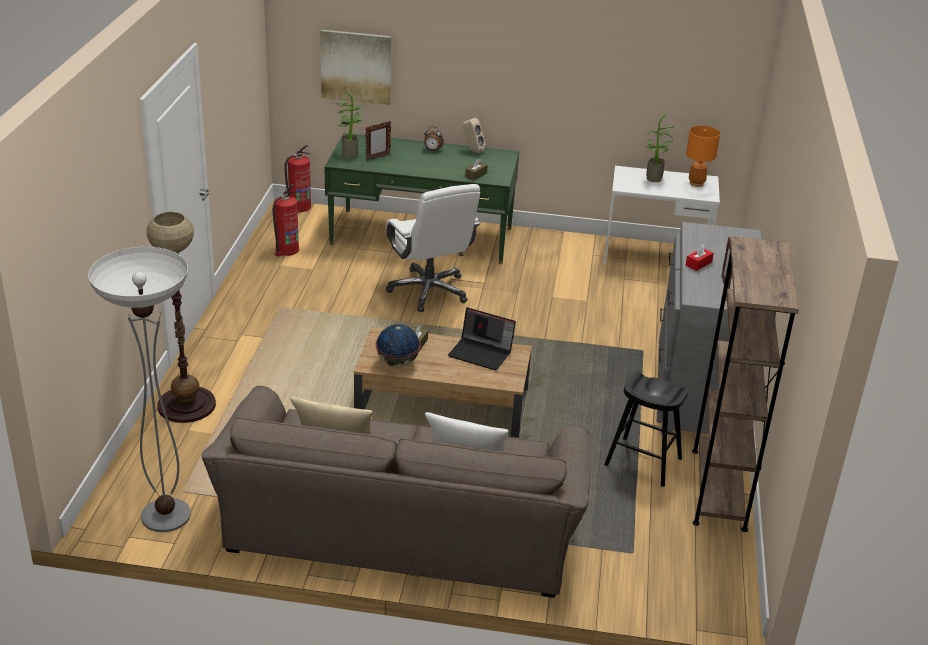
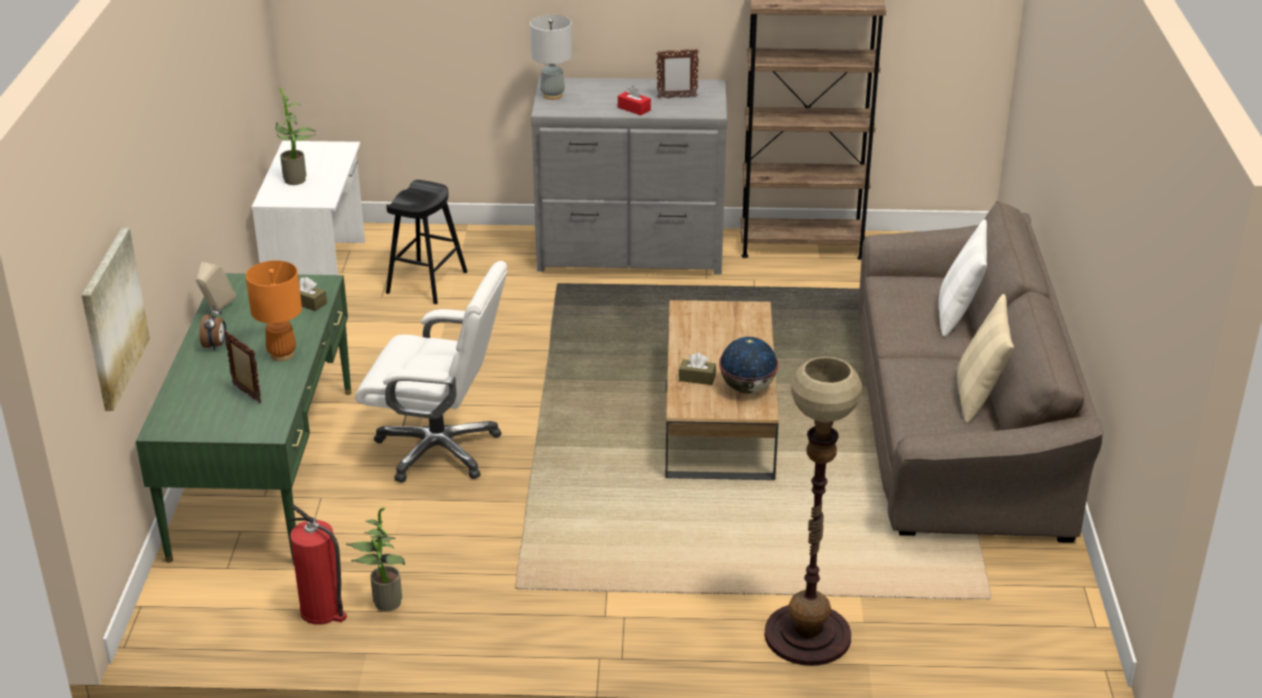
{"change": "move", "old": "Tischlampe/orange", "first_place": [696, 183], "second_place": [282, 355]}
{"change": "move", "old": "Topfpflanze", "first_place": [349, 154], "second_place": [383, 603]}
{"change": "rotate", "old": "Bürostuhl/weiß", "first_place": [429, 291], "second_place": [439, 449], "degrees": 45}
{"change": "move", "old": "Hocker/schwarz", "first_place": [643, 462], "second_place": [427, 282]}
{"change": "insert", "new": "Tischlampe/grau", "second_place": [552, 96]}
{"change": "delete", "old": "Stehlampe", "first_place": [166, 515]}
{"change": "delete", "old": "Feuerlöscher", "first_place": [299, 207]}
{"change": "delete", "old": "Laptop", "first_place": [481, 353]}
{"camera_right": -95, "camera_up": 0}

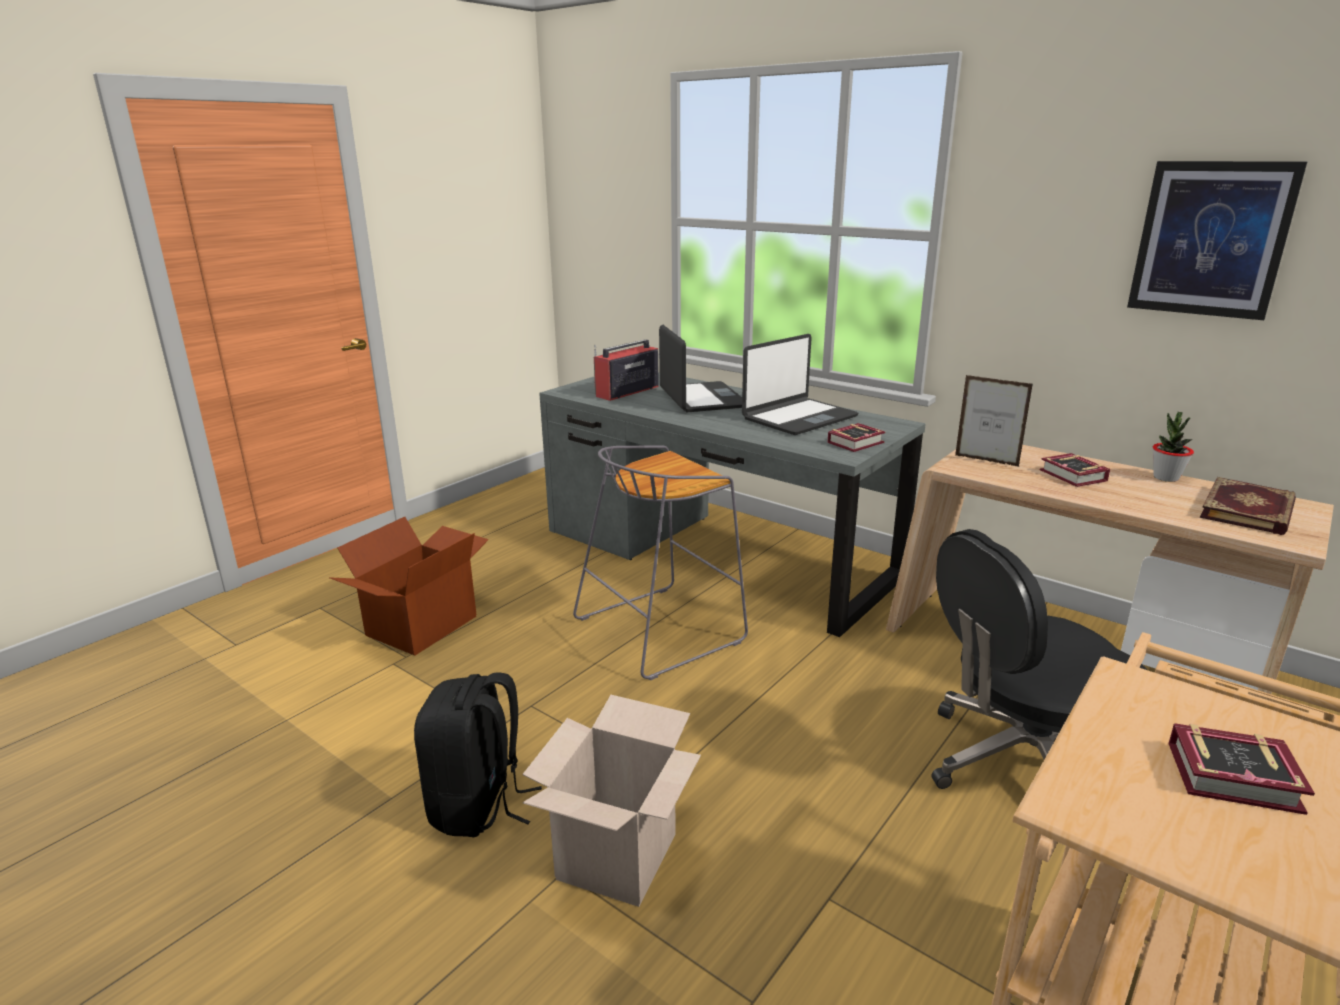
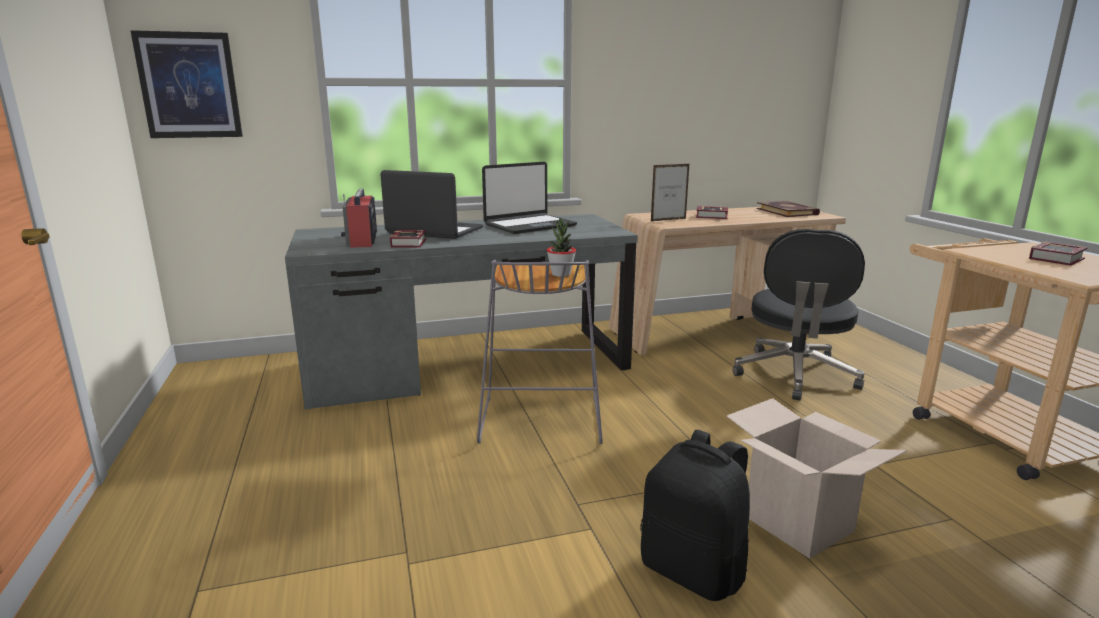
{"change": "move", "old": "Bild", "first_place": [1211, 239], "second_place": [189, 85]}
{"change": "move", "old": "Buch", "first_place": [858, 442], "second_place": [410, 243]}
{"change": "rotate", "old": "Laptop", "first_place": [798, 418], "second_place": [529, 225], "degrees": 60}
{"change": "move", "old": "Topfpflanze", "first_place": [1165, 478], "second_place": [561, 274]}
{"change": "delete", "old": "Karton", "first_place": [420, 625]}
{"camera_right": -55, "camera_up": -5}

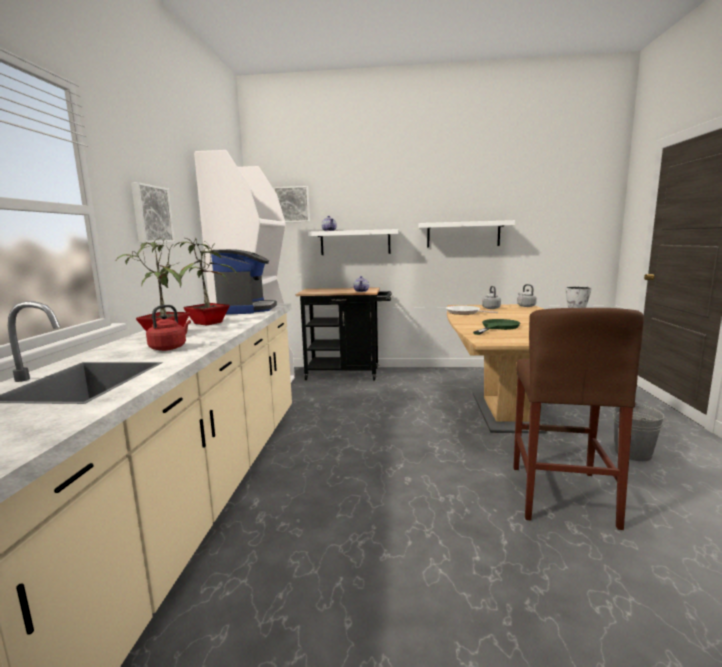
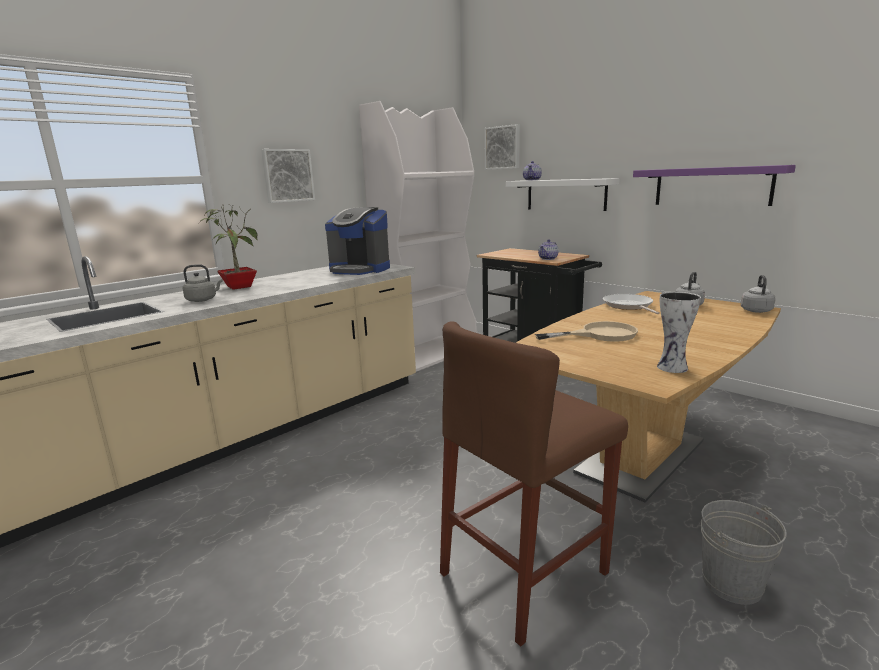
{"change": "recolor", "old": "Wasserkessel/rot", "new": "Wasserkessel/grau", "first_place": [169, 348], "second_place": [203, 300]}
{"change": "rotate", "old": "Kaffeemaschine", "first_place": [246, 309], "second_place": [359, 269], "degrees": 75}
{"change": "recolor", "old": "Pfanne/grün", "new": "Pfanne/beige", "first_place": [497, 327], "second_place": [599, 334]}
{"change": "recolor", "old": "Wandregal/weiß", "new": "Wandregal/lila", "first_place": [463, 234], "second_place": [712, 186]}
{"change": "delete", "old": "Topfpflanze", "first_place": [210, 323]}
{"camera_right": 40, "camera_up": 5}

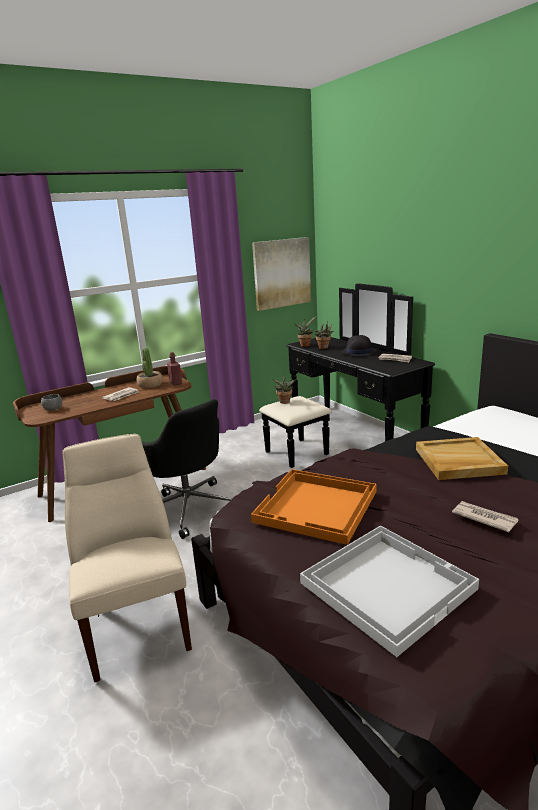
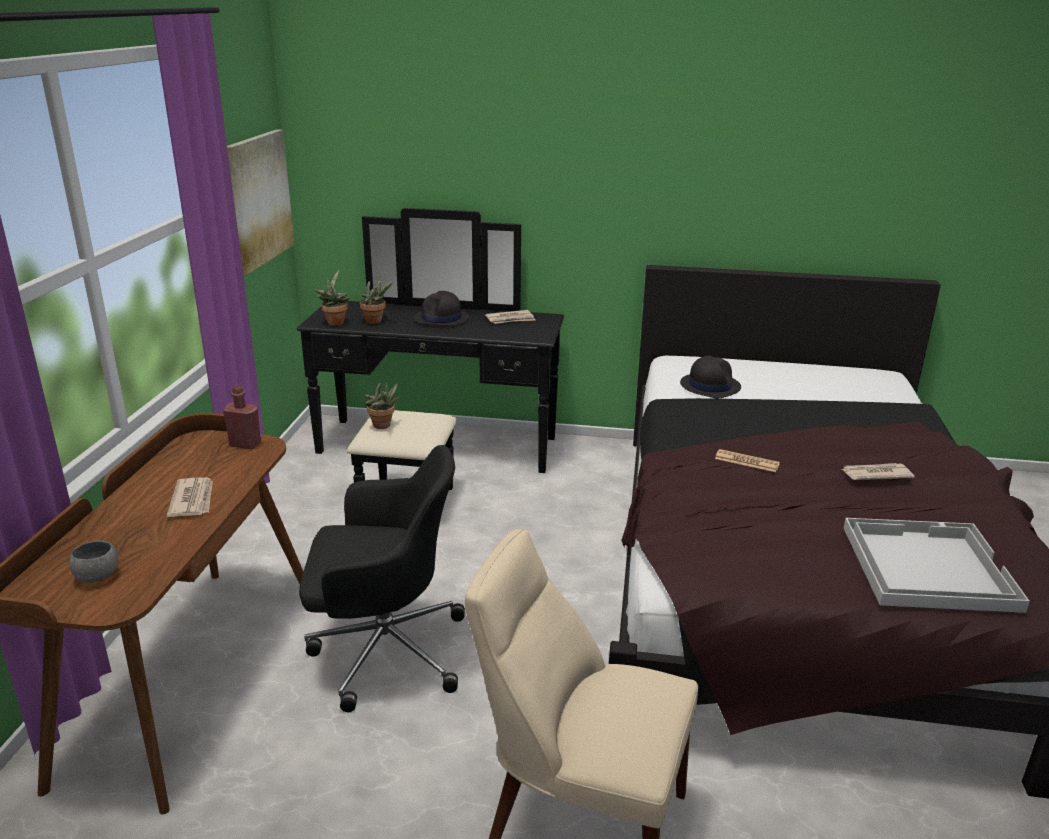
{"change": "insert", "new": "Hut/schwarz", "second_place": [710, 385]}
{"change": "insert", "new": "Zeitung", "second_place": [747, 461]}
{"change": "delete", "old": "Topfpflanze", "first_place": [150, 384]}
{"change": "delete", "old": "Tablett/orange", "first_place": [316, 507]}
{"change": "delete", "old": "Tablett/beige", "first_place": [458, 461]}
{"camera_right": -50, "camera_up": 5}

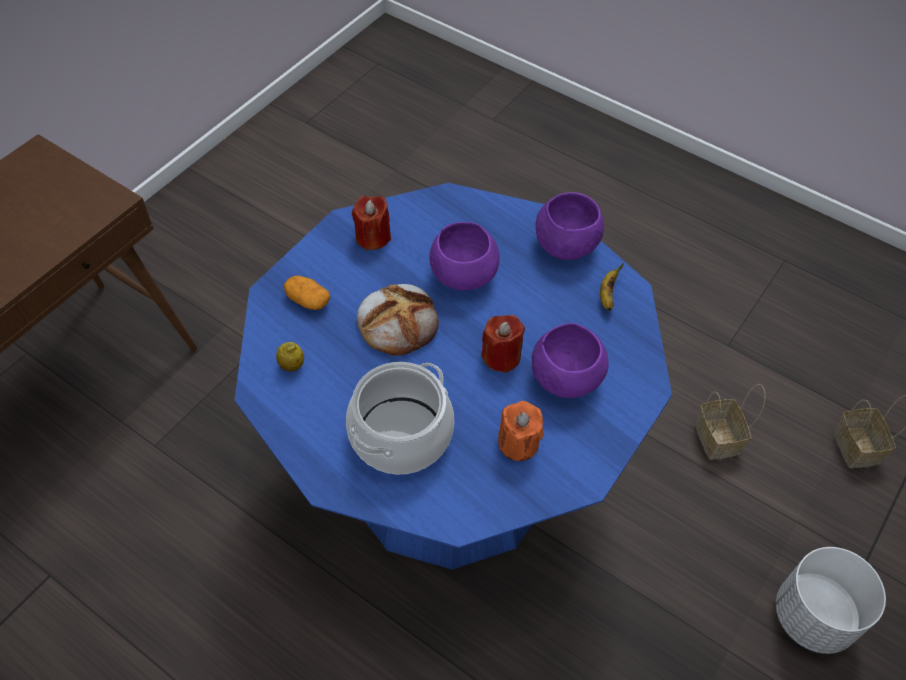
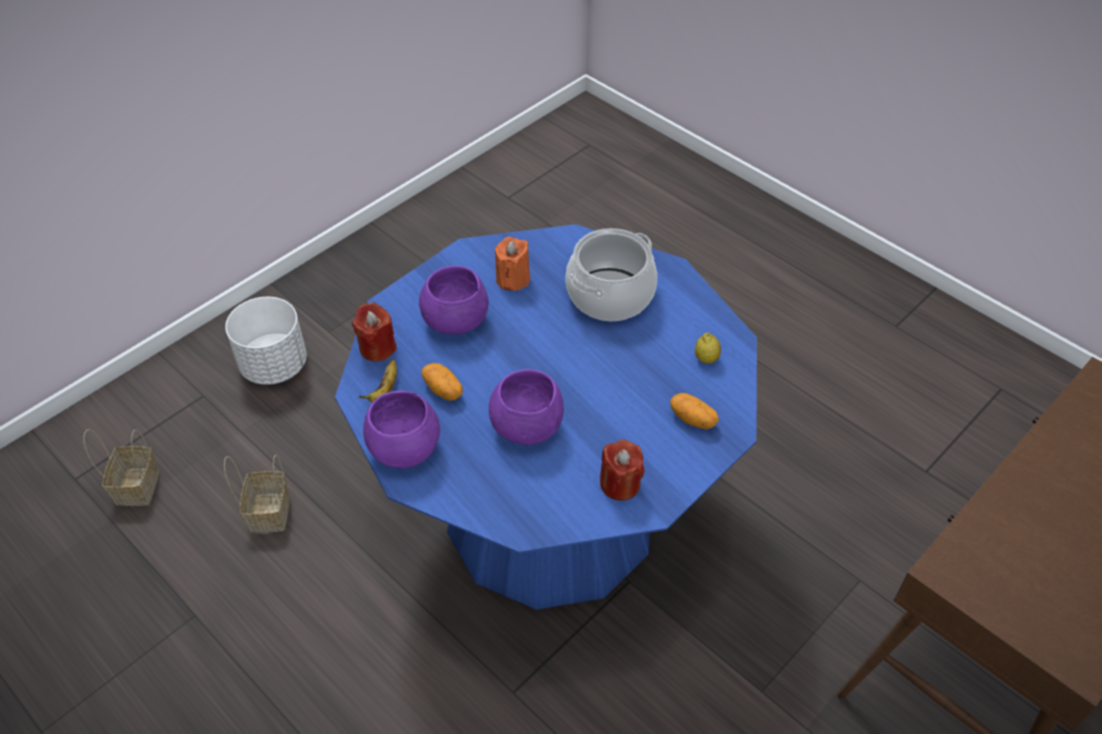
{"change": "move", "old": "Kerze/rot", "first_place": [501, 356], "second_place": [377, 348]}
{"change": "insert", "new": "Kartoffel", "second_place": [443, 390]}
{"change": "delete", "old": "Brot", "first_place": [398, 322]}
{"camera_right": -170, "camera_up": -5}

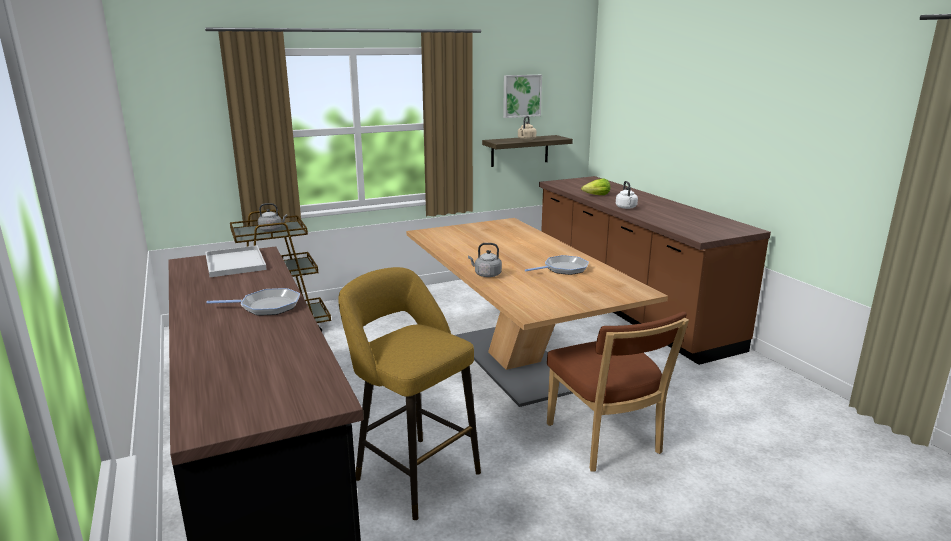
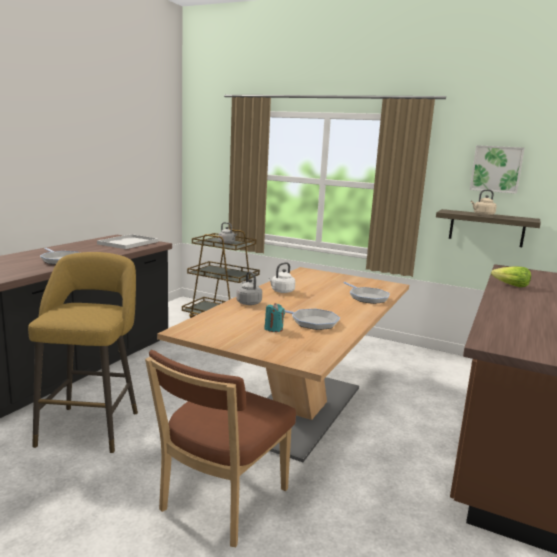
{"change": "insert", "new": "Kerze/türkis", "second_place": [273, 329]}
{"change": "move", "old": "Wasserkessel/weiß", "first_place": [626, 208], "second_place": [281, 291]}
{"change": "insert", "new": "Pfanne", "second_place": [367, 297]}
{"camera_right": 50, "camera_up": -5}

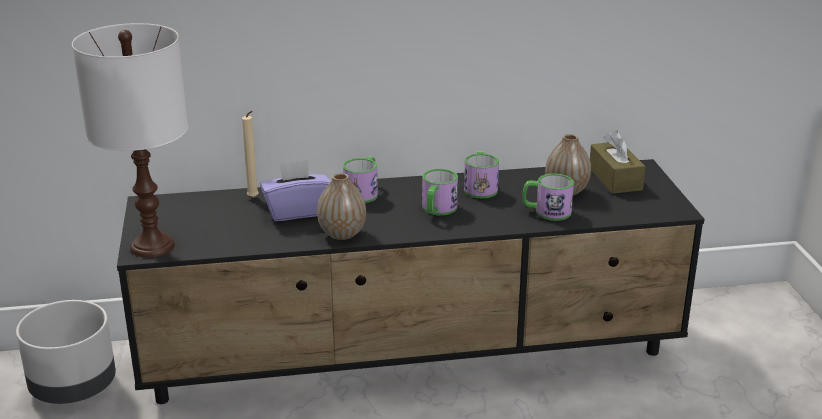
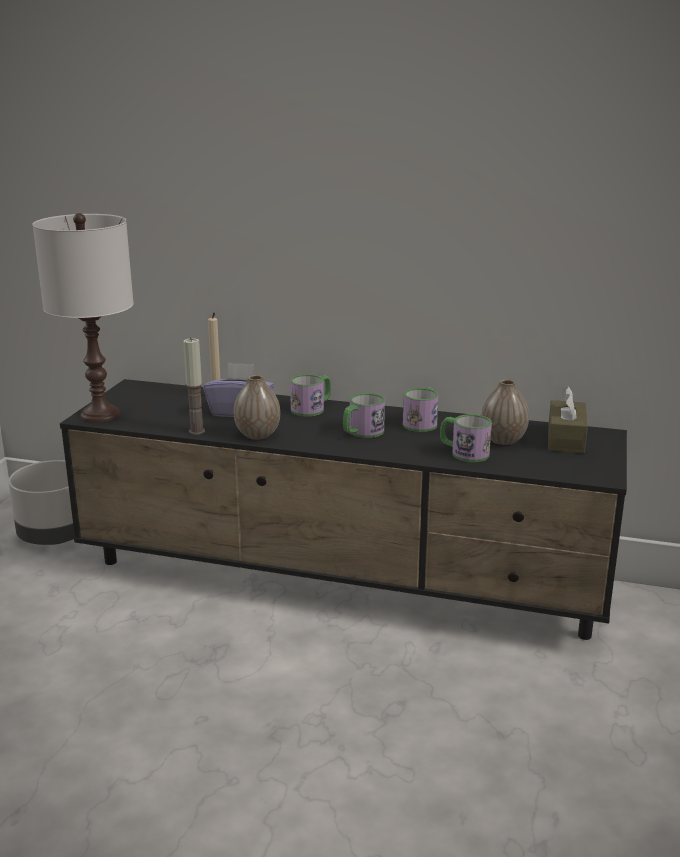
{"change": "insert", "new": "Kerze", "second_place": [196, 431]}
{"camera_right": 25, "camera_up": -5}

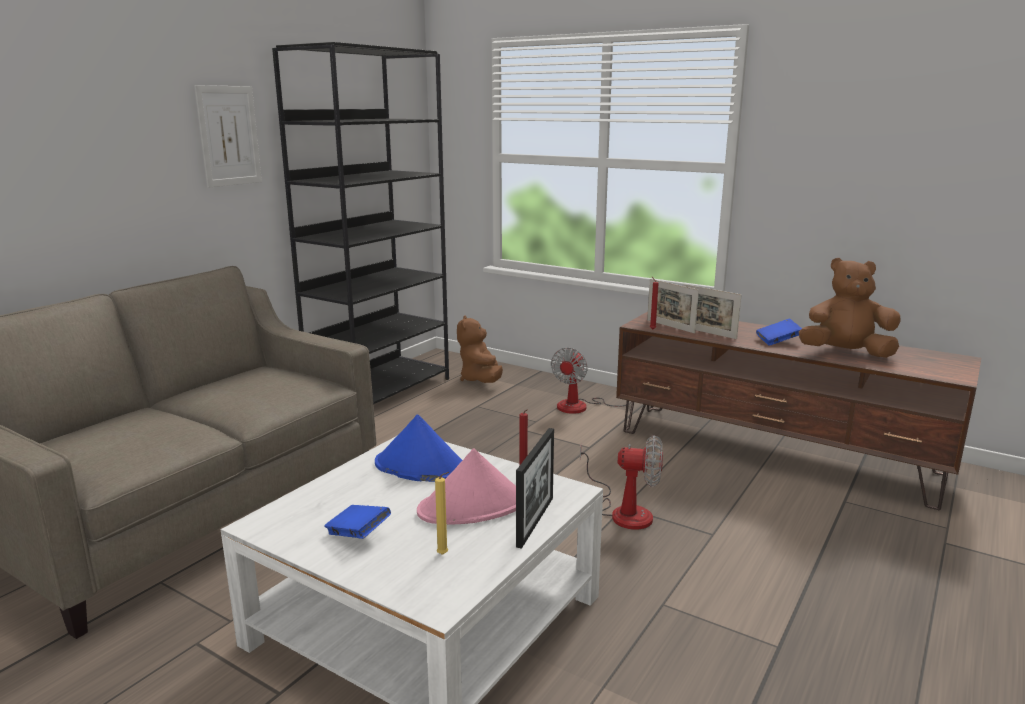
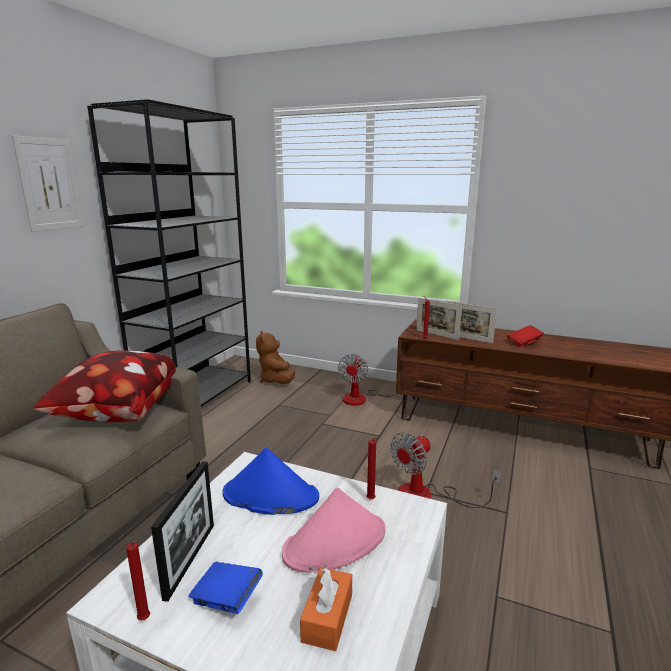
{"change": "insert", "new": "Kissen", "second_place": [116, 413]}
{"change": "insert", "new": "Kerze/rot", "second_place": [144, 620]}
{"change": "move", "old": "Bilderrahmen", "first_place": [535, 521], "second_place": [190, 559]}
{"change": "replace", "old": "Kerze/gelb", "new": "Taschentuchbox/orange", "first_place": [444, 555], "second_place": [327, 617]}
{"change": "rotate", "old": "Ventilator", "first_place": [623, 511], "second_place": [427, 496], "degrees": 135}
{"change": "recolor", "old": "Buch/blau", "new": "Buch/rot", "first_place": [778, 341], "second_place": [524, 343]}
{"change": "delete", "old": "Plüschtier/braun", "first_place": [845, 353]}
{"camera_right": -10, "camera_up": 0}

